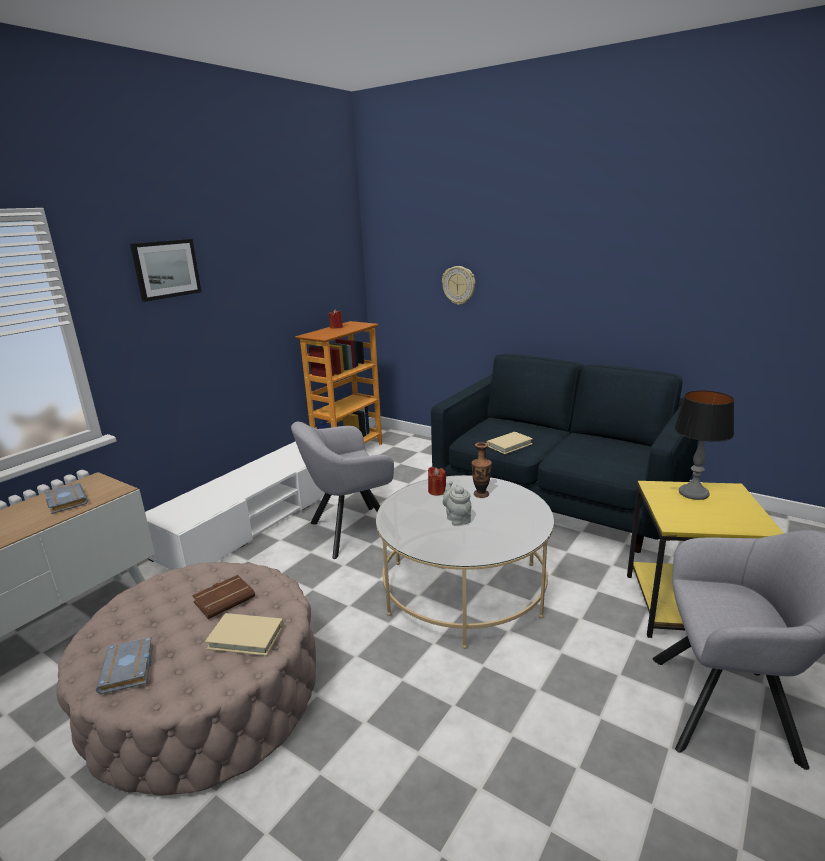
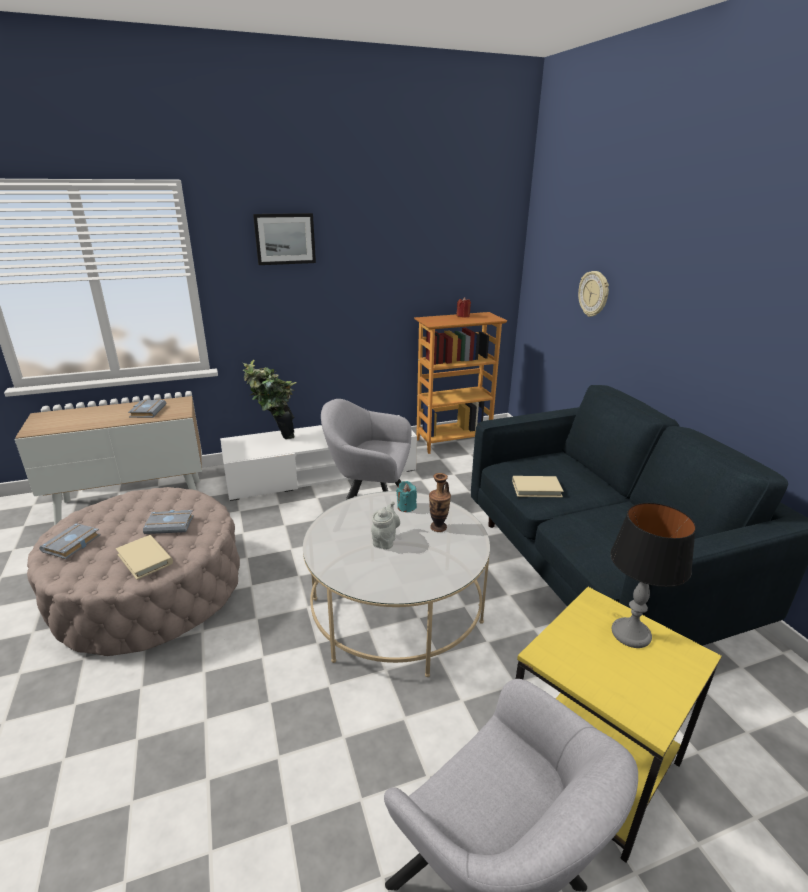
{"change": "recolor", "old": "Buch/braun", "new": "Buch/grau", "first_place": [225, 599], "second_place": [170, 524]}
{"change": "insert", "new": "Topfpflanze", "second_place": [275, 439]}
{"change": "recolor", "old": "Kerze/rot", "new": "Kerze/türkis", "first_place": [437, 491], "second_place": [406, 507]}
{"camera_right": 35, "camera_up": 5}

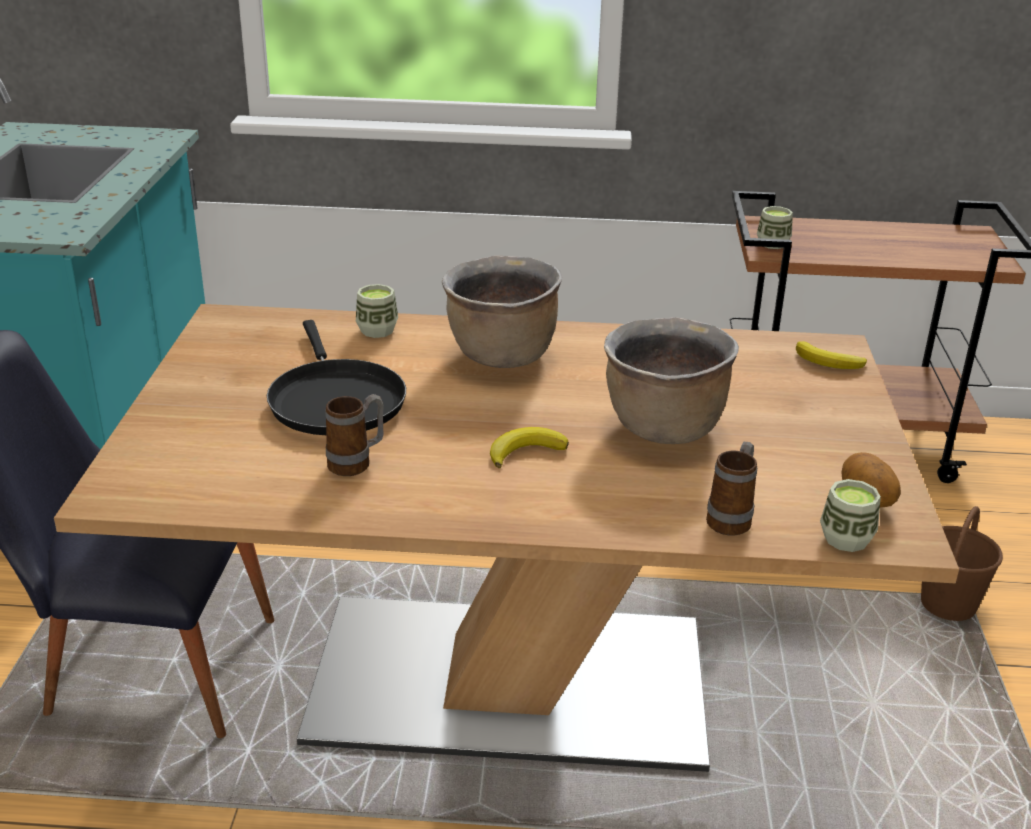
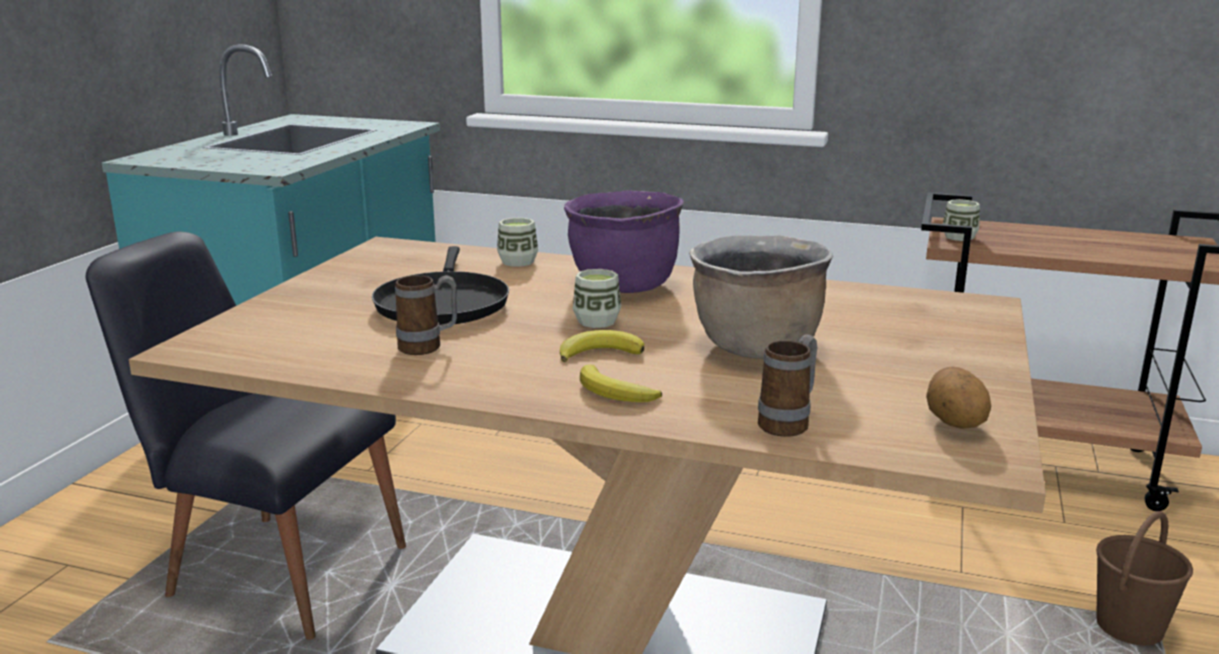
{"change": "recolor", "old": "Kochtopf/braun", "new": "Kochtopf/lila", "first_place": [501, 356], "second_place": [623, 286]}
{"change": "move", "old": "Tasse", "first_place": [846, 539], "second_place": [597, 321]}
{"change": "move", "old": "Banane", "first_place": [829, 362], "second_place": [614, 393]}
{"camera_right": 15, "camera_up": -10}

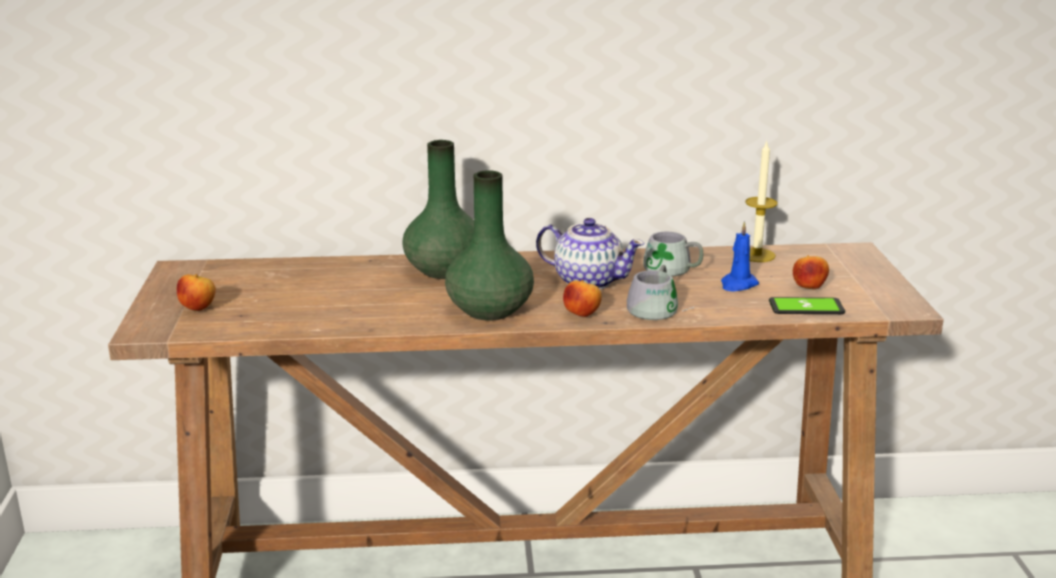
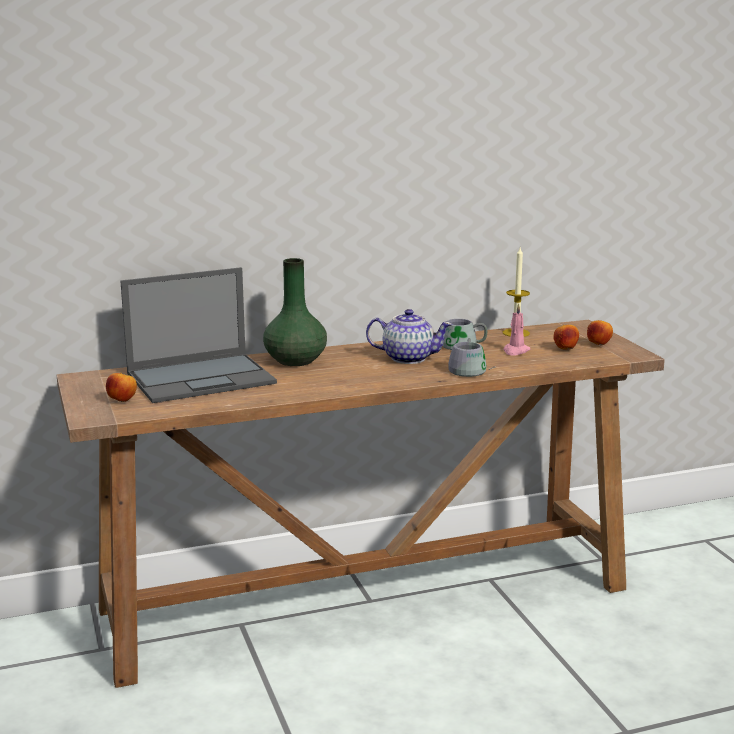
{"change": "insert", "new": "Laptop", "second_place": [202, 378]}
{"change": "recolor", "old": "Kerze/blau", "new": "Kerze/rosa", "first_place": [738, 285], "second_place": [515, 351]}
{"change": "move", "old": "Apfel", "first_place": [582, 315], "second_place": [599, 344]}
{"change": "delete", "old": "Vase/grün", "first_place": [488, 310]}
{"change": "delete", "old": "Handy", "first_place": [806, 307]}
{"camera_right": -15, "camera_up": -5}

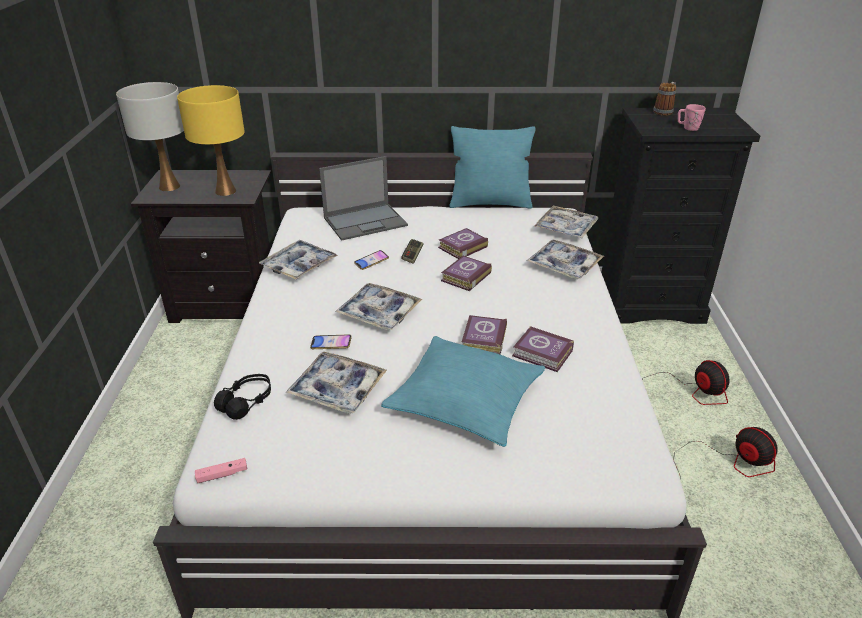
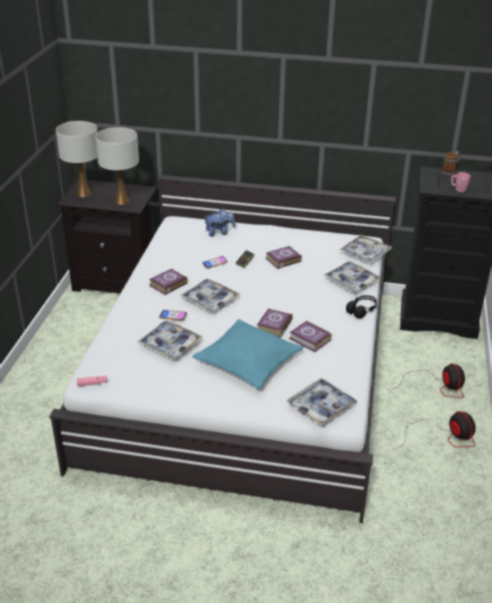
{"change": "recolor", "old": "Tischlampe/gelb", "new": "Tischlampe/weiß", "first_place": [225, 191], "second_place": [121, 201]}
{"change": "move", "old": "Buch", "first_place": [464, 277], "second_place": [167, 284]}
{"change": "replace", "old": "Laptop", "new": "Plüschtier", "first_place": [366, 221], "second_place": [219, 232]}
{"change": "move", "old": "Tablett", "first_place": [299, 266], "second_place": [321, 406]}
{"change": "move", "old": "Kopfhörer/schwarz", "first_place": [246, 402], "second_place": [361, 310]}
{"change": "delete", "old": "Kissen/türkis", "first_place": [490, 203]}
{"camera_right": 10, "camera_up": 0}

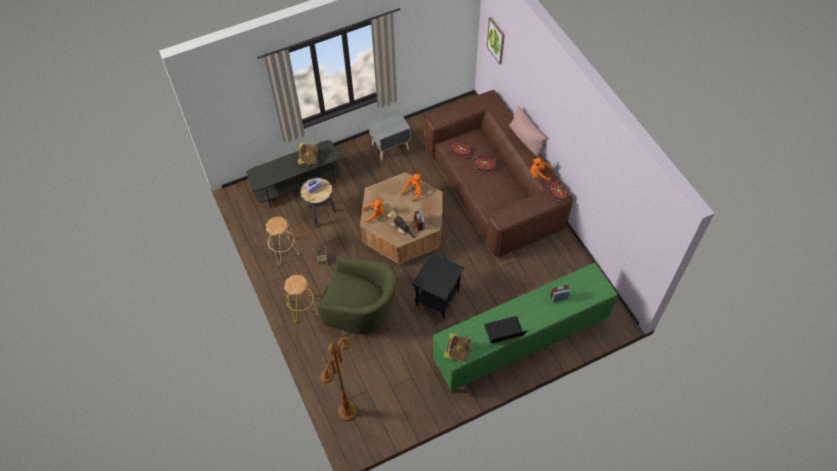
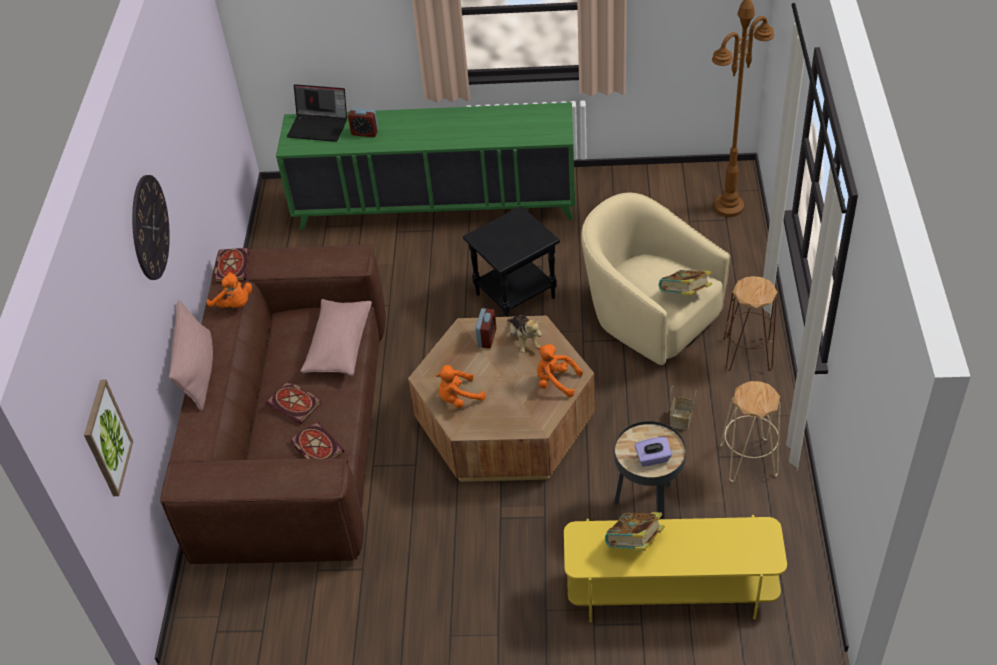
{"change": "insert", "new": "Wanduhr", "second_place": [149, 227]}
{"change": "move", "old": "Laptop", "first_place": [504, 333], "second_place": [319, 126]}
{"change": "insert", "new": "Kissen/rosa", "second_place": [339, 346]}
{"change": "recolor", "old": "Fernsehschrank/grau", "new": "Fernsehschrank/gelb", "first_place": [298, 184], "second_place": [669, 590]}
{"change": "recolor", "old": "Sessel/grün", "new": "Sessel/beige", "first_place": [360, 311], "second_place": [649, 319]}
{"change": "move", "old": "Buch", "first_place": [457, 352], "second_place": [684, 295]}
{"change": "recolor", "old": "Hocker/gelb", "new": "Hocker/braun", "first_place": [302, 308], "second_place": [747, 355]}
{"change": "delete", "old": "Nachttisch/grau", "first_place": [391, 147]}
{"camera_right": -150, "camera_up": -10}

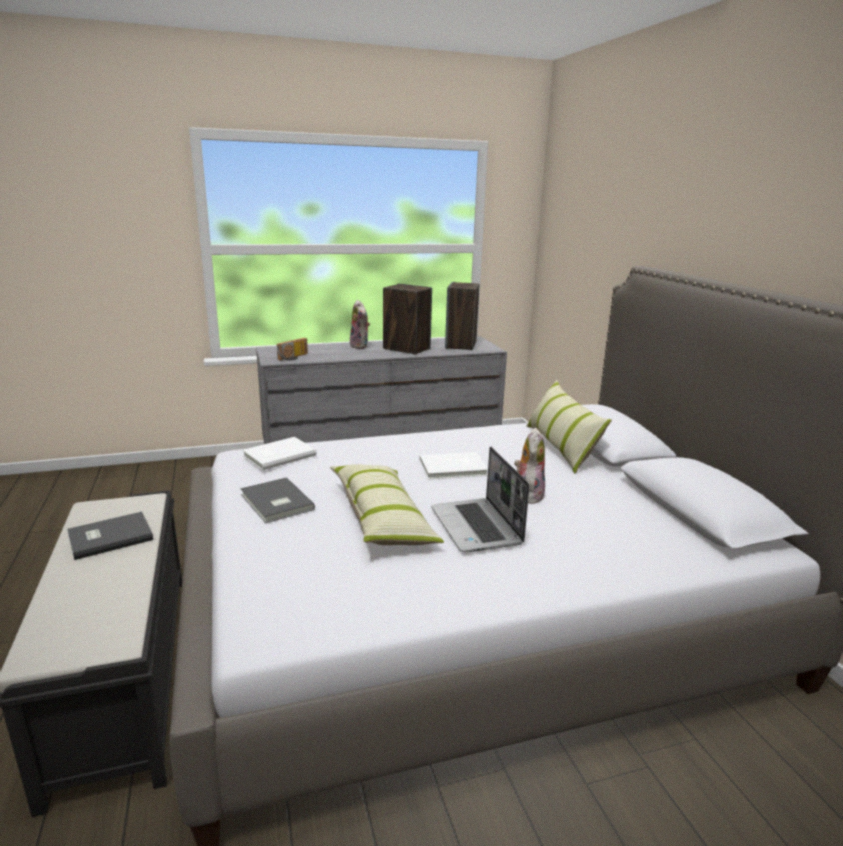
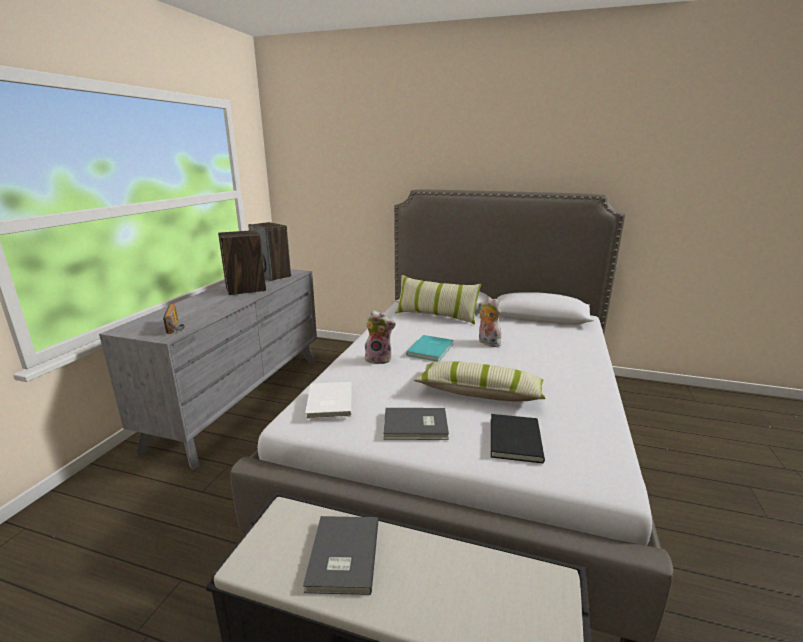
{"change": "move", "old": "Plüschtier", "first_place": [360, 346], "second_place": [379, 359]}
{"change": "recolor", "old": "Buch/weiß", "new": "Buch/türkis", "first_place": [454, 468], "second_place": [432, 349]}
{"change": "insert", "new": "Buch/schwarz", "second_place": [513, 440]}
{"change": "delete", "old": "Laptop", "first_place": [477, 527]}
{"camera_right": -55, "camera_up": 0}

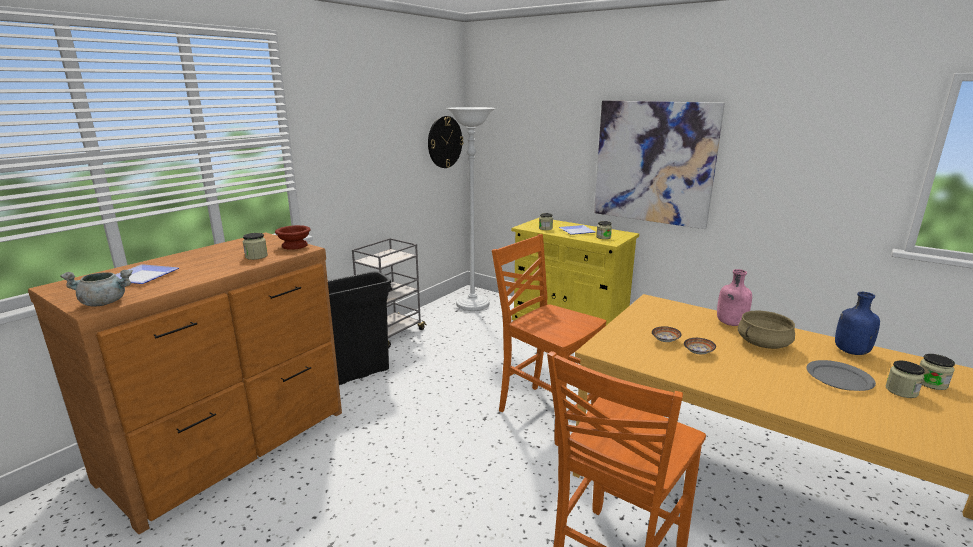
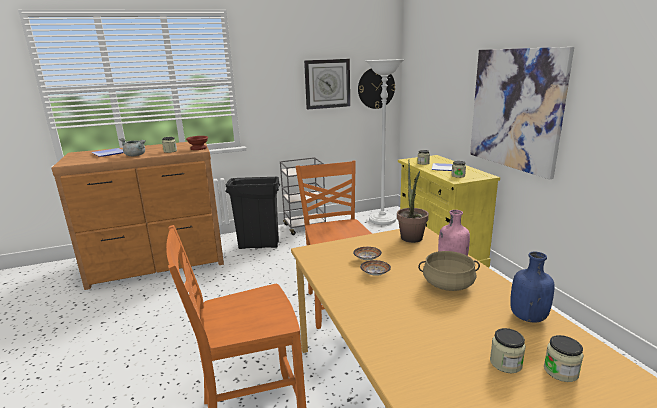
{"change": "move", "old": "Kochtopf/grau", "first_place": [105, 303], "second_place": [136, 155]}
{"change": "insert", "new": "Wanduhr", "second_place": [327, 84]}
{"change": "insert", "new": "Topfpflanze", "second_place": [412, 240]}
{"change": "delete", "old": "Teller/grau", "first_place": [839, 378]}
{"camera_right": 35, "camera_up": 0}

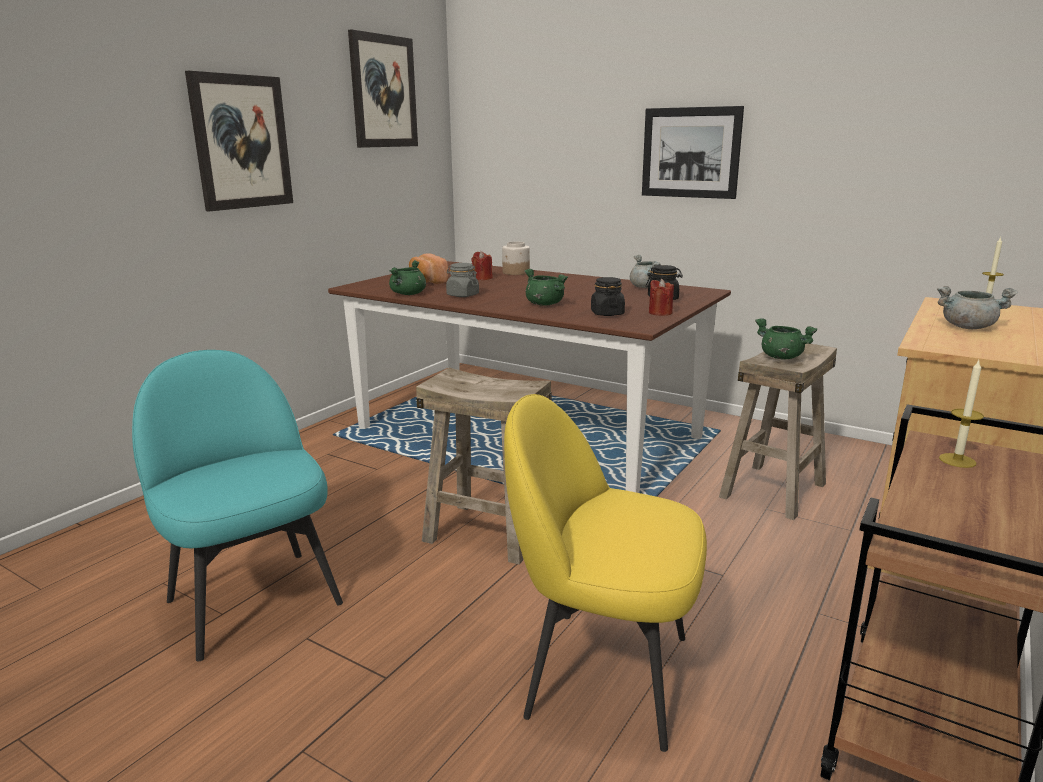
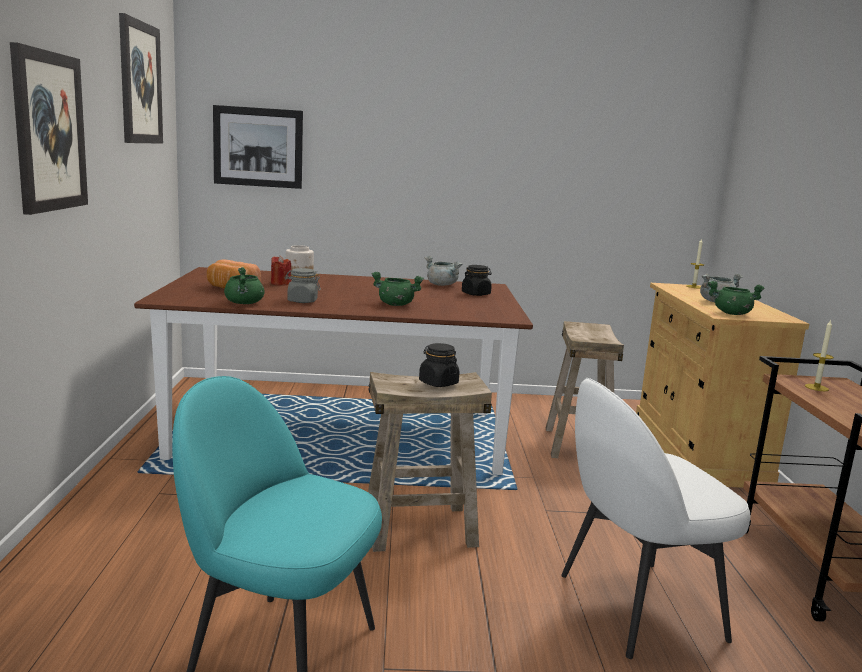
{"change": "move", "old": "Bild", "first_place": [690, 153], "second_place": [258, 147]}
{"change": "move", "old": "Vorratsglas/schwarz", "first_place": [607, 313], "second_place": [438, 383]}
{"change": "recolor", "old": "Stuhl/gelb", "new": "Stuhl/weiß", "first_place": [603, 673], "second_place": [635, 607]}
{"change": "move", "old": "Kochtopf/grün", "first_place": [781, 357], "second_place": [732, 313]}
{"change": "delete", "old": "Kerze/rot", "first_place": [660, 313]}
{"camera_right": -35, "camera_up": -5}

